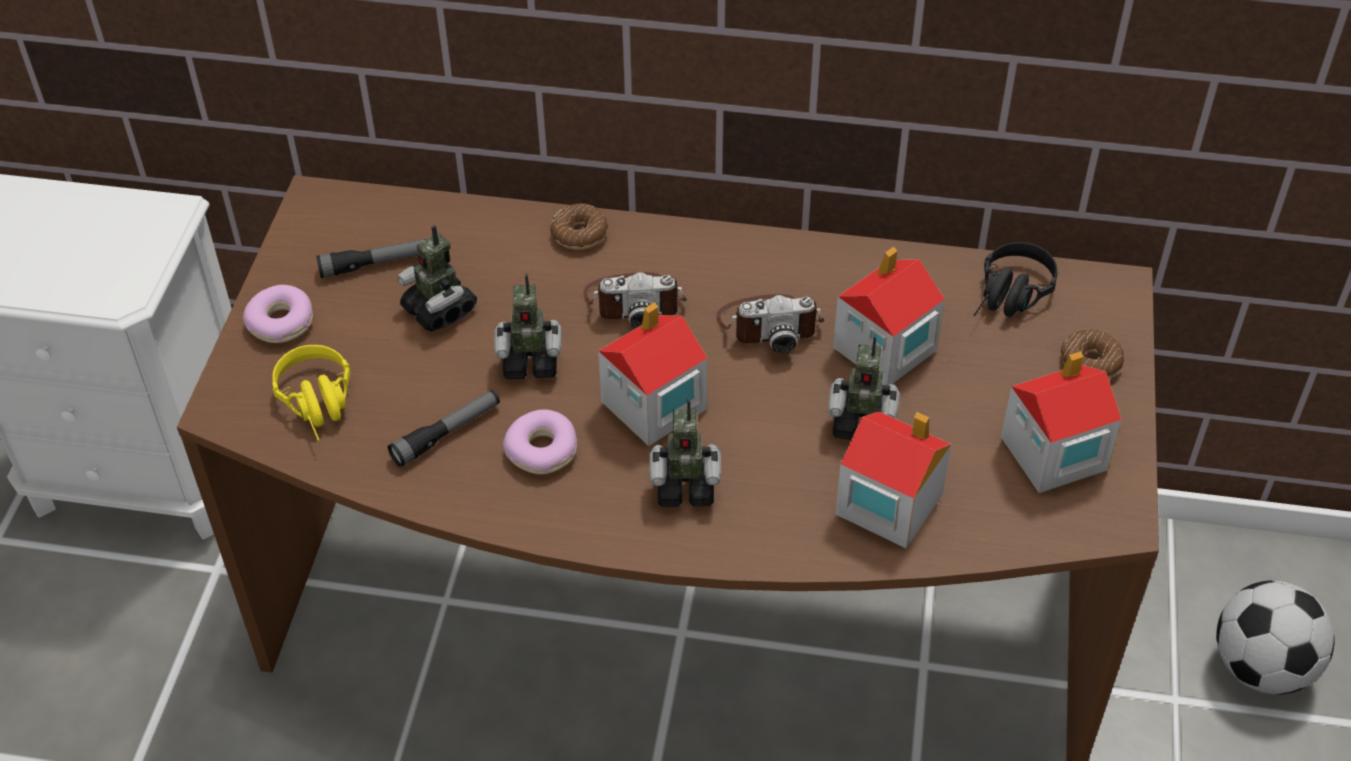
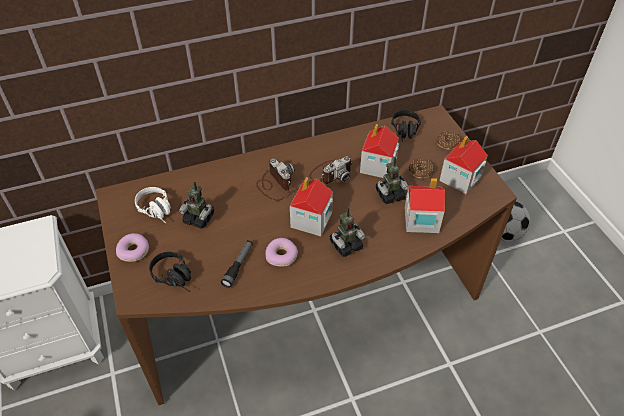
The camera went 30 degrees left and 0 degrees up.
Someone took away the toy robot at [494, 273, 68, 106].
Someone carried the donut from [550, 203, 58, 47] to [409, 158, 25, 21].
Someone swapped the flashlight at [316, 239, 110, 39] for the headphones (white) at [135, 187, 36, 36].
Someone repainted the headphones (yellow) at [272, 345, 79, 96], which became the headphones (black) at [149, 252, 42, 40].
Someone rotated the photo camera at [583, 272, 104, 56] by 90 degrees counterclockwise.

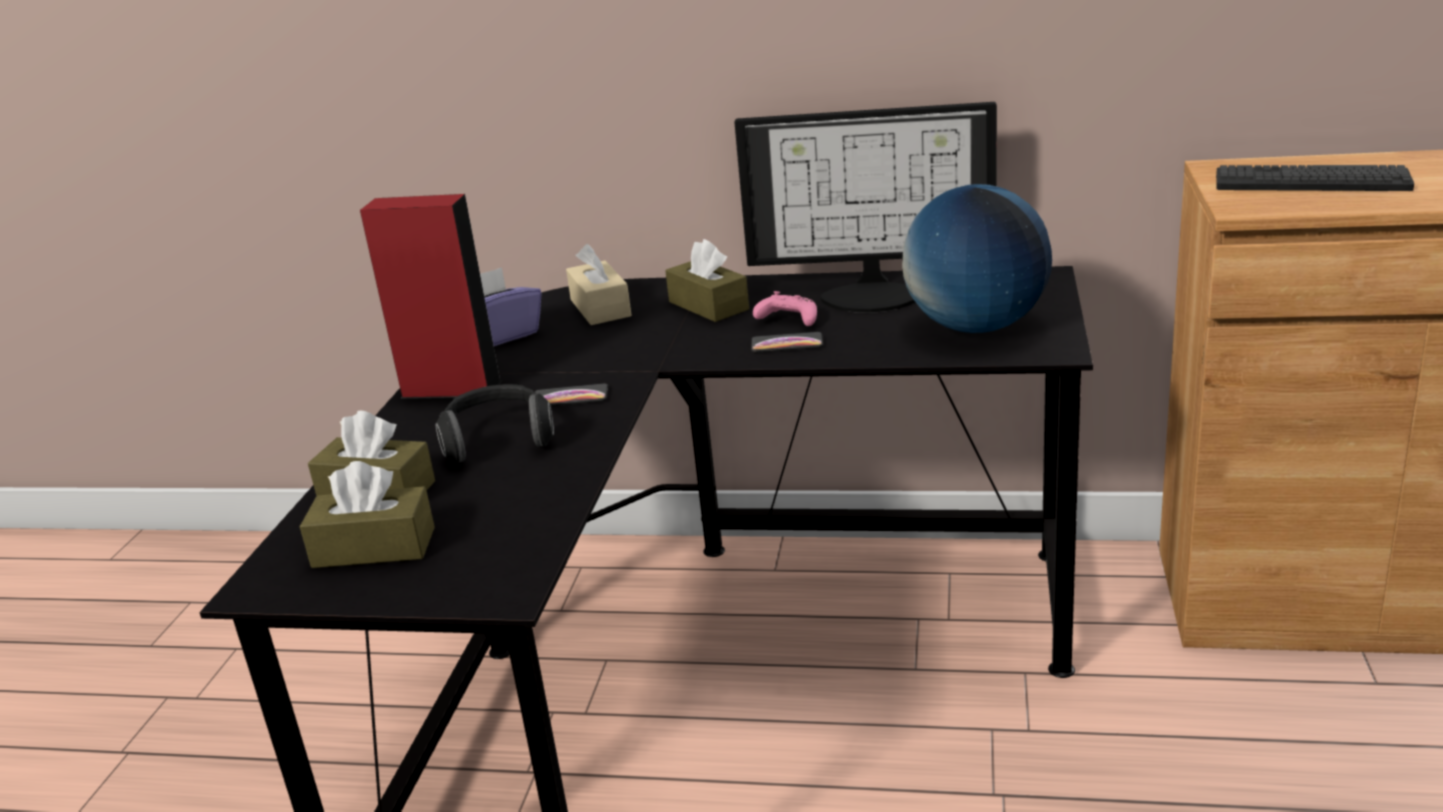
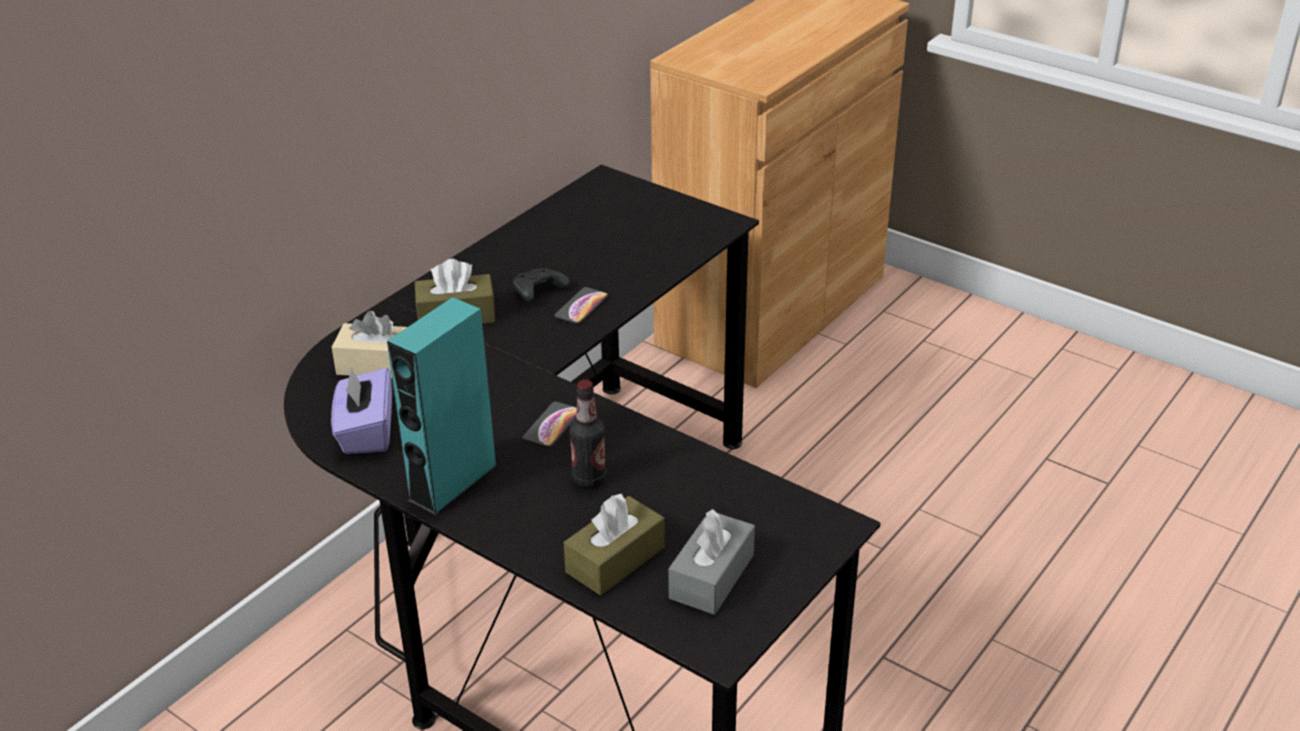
The camera went 65 degrees left and 10 degrees up.
Someone took away the monitor at [734, 102, 263, 211].
Someone took away the globe at [902, 184, 150, 149].
Someone took away the keyboard at [1216, 165, 198, 26].
Someone swapped the headphones at [435, 384, 119, 79] for the bottle at [569, 379, 37, 109].
Someone repainted the tissue box (brown) at [300, 461, 135, 107], which became the tissue box (grey) at [669, 509, 86, 106].
Someone repainted the speaker (red) at [360, 194, 142, 205], which became the speaker (turquoise) at [387, 297, 110, 218].
Someone repainted the game controller (pink) at [753, 291, 64, 35], which became the game controller (black) at [513, 268, 57, 34].

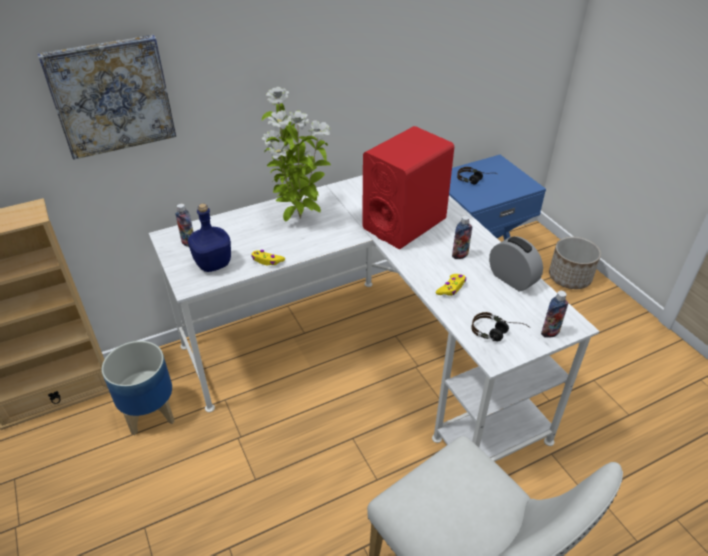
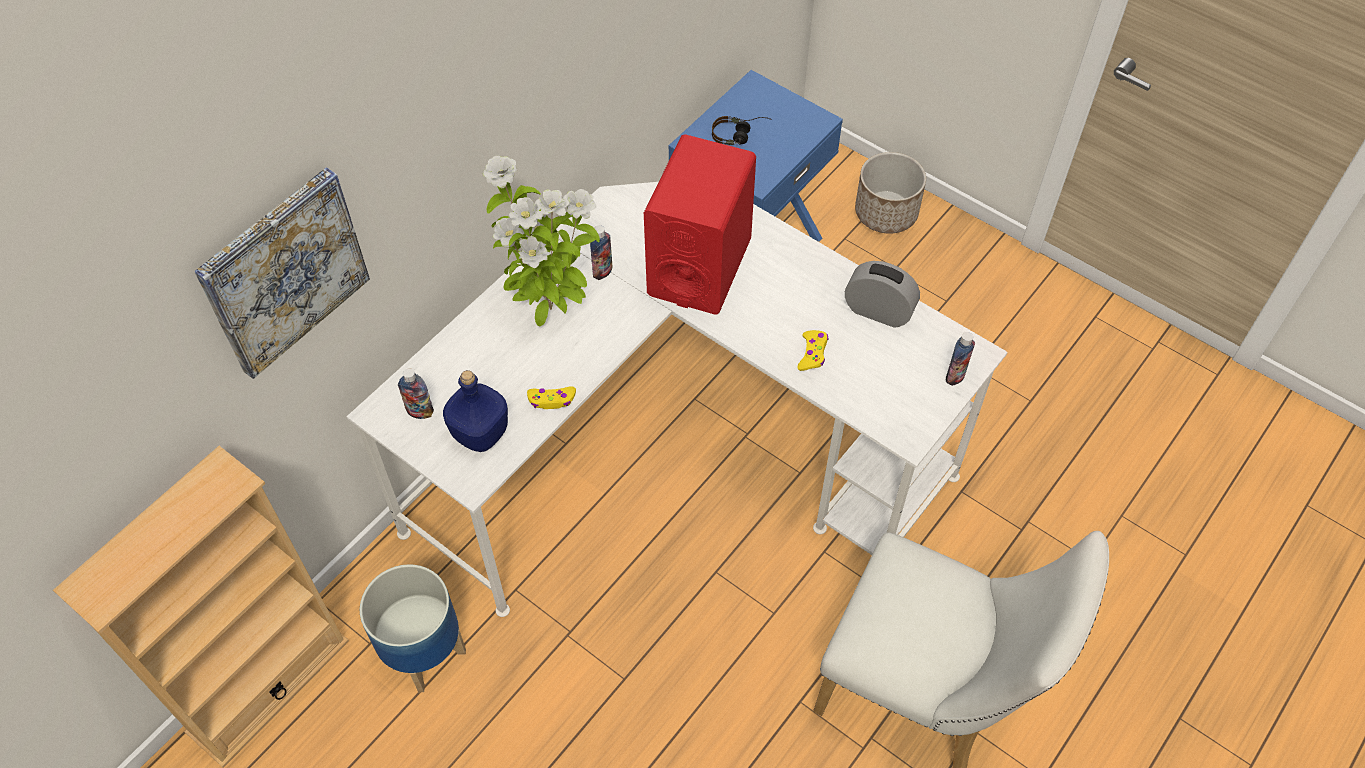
The camera went 25 degrees left and 15 degrees up.
Someone took away the headphones at [471, 312, 59, 29].
Someone carried the bottle from [452, 215, 20, 44] to [590, 225, 23, 55].

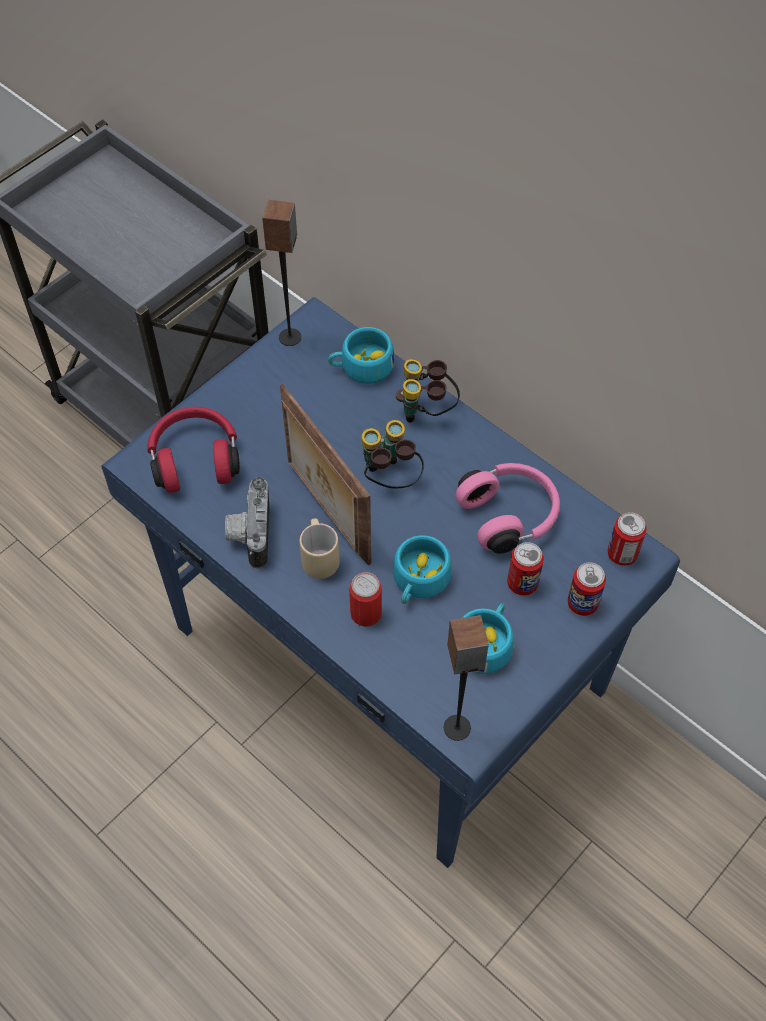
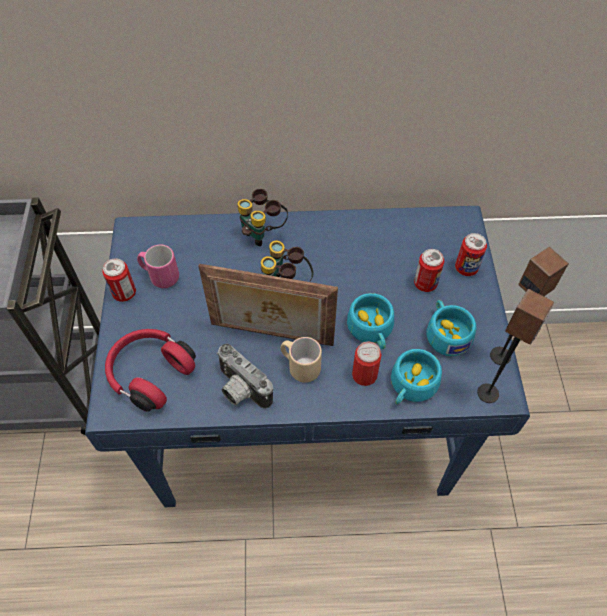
The camera went 45 degrees left and 0 degrees up.
Someone took away the headphones (pink) at [456, 463, 104, 91].
Someone put down the mug (pink) at [137, 245, 42, 43].
Someone carried the speaker from [262, 200, 39, 146] to [490, 247, 79, 118].
Someone carried the cup (turquoise) from [328, 327, 66, 57] to [391, 349, 51, 55].
Someone carried the can from [607, 512, 40, 54] to [102, 258, 34, 44].

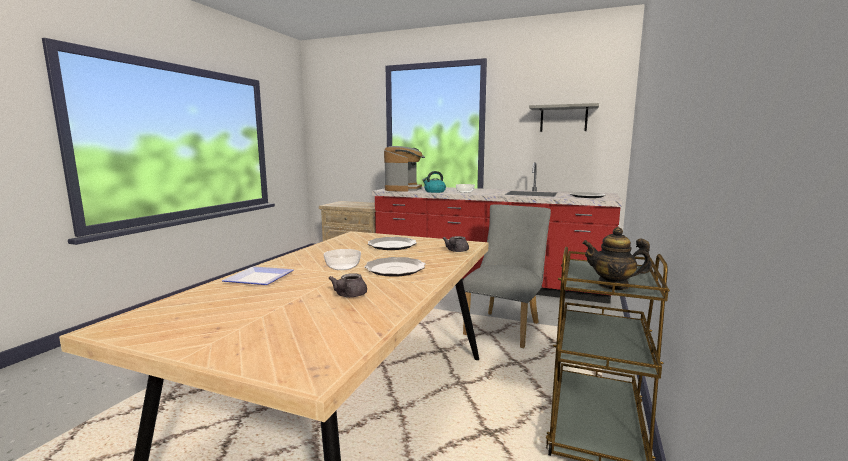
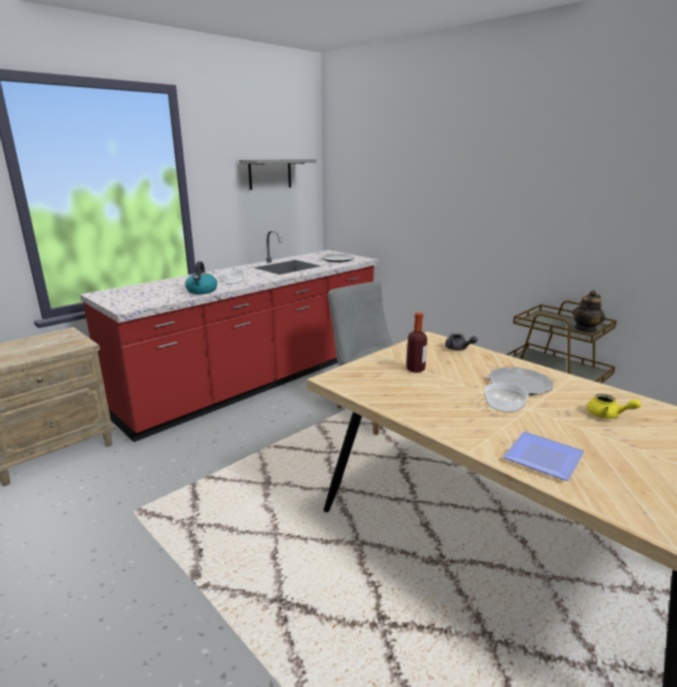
The camera went 65 degrees left and 10 degrees up.
Someone took away the coffee machine at [384, 146, 41, 46].
Someone swapped the plate at [368, 237, 49, 13] for the bottle at [406, 313, 21, 60].
Someone repainted the teapot (grey) at [328, 273, 39, 24], which became the teapot (yellow) at [587, 394, 54, 25].

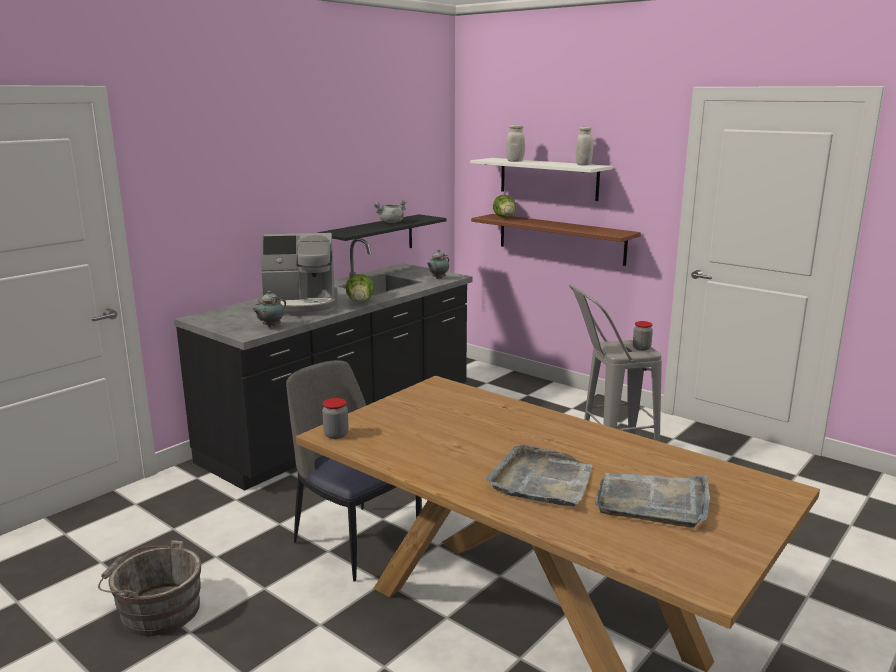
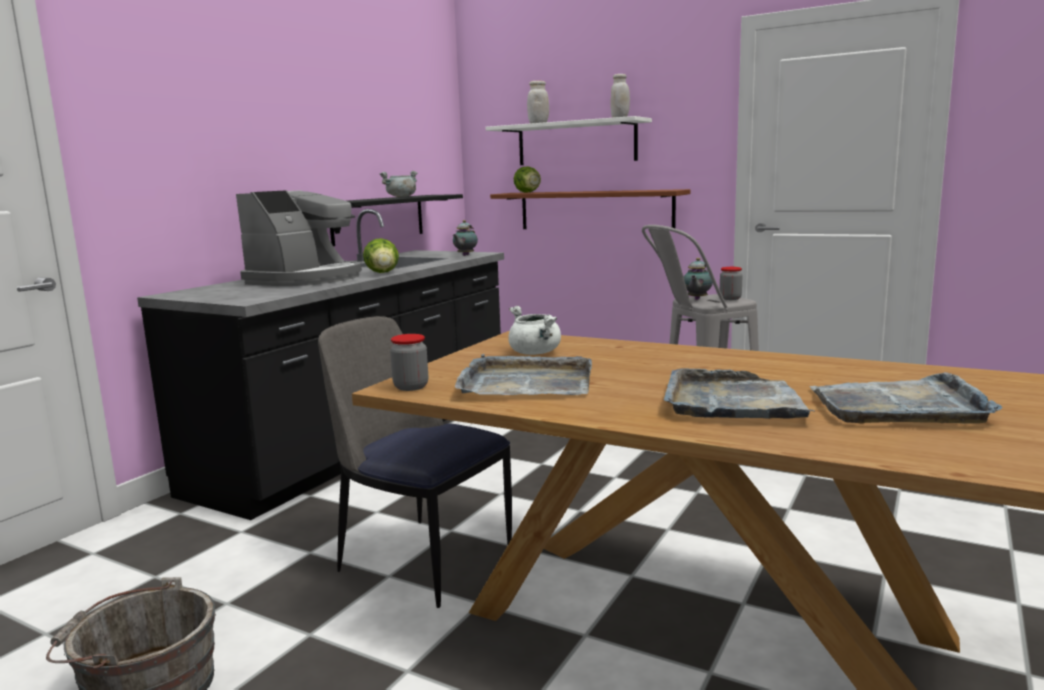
The camera went 10 degrees left and 5 degrees down.
Someone put down the tray (grey) at [455, 354, 137, 41].
Someone put down the cooking pot (white) at [508, 306, 53, 49].
Someone carried the teapot from [253, 291, 33, 37] to [684, 258, 29, 42].
Someone rotated the coffee machine at [258, 233, 79, 83] by 45 degrees counterclockwise.

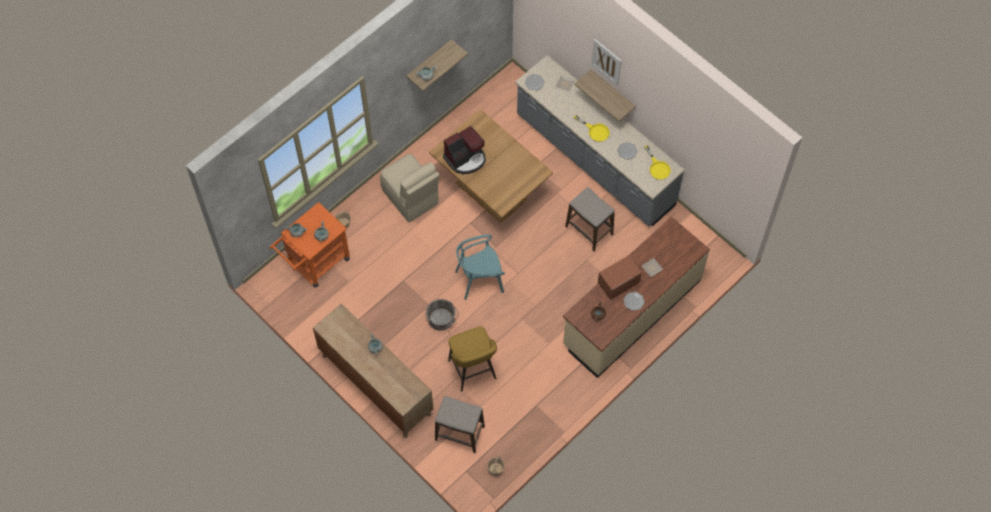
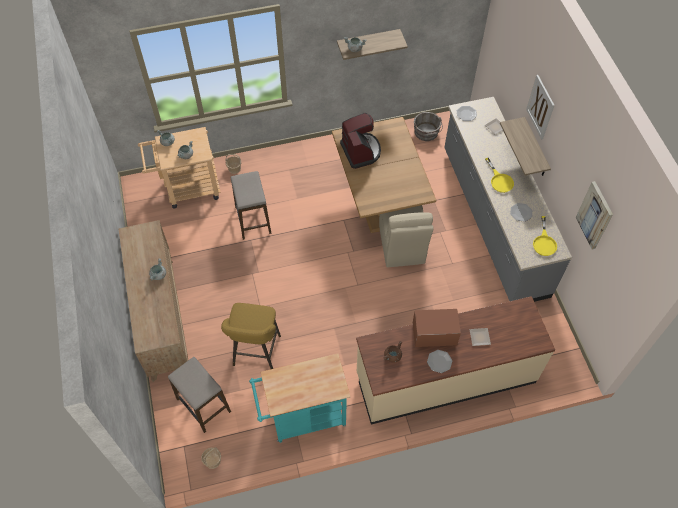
The camera went 30 degrees right and 5 degrees down.
Someone took away the chair (turquoise) at [455, 234, 50, 66].
Someone put down the cart (turquoise) at [249, 354, 102, 89].
Someone put up the picture at [575, 181, 38, 69].
Someone carried the chair (beige) from [380, 154, 60, 69] to [379, 205, 55, 62].
Someone carried the bucket (grey) from [426, 299, 32, 32] to [414, 112, 29, 29].
Someone carried the stool from [565, 187, 50, 65] to [231, 171, 40, 69].
Someone repainted the cart (orange) at [270, 202, 80, 86], which became the cart (beige) at [138, 127, 83, 82].
Someone rotated the coffee machine at [443, 126, 43, 48] by 105 degrees counterclockwise.

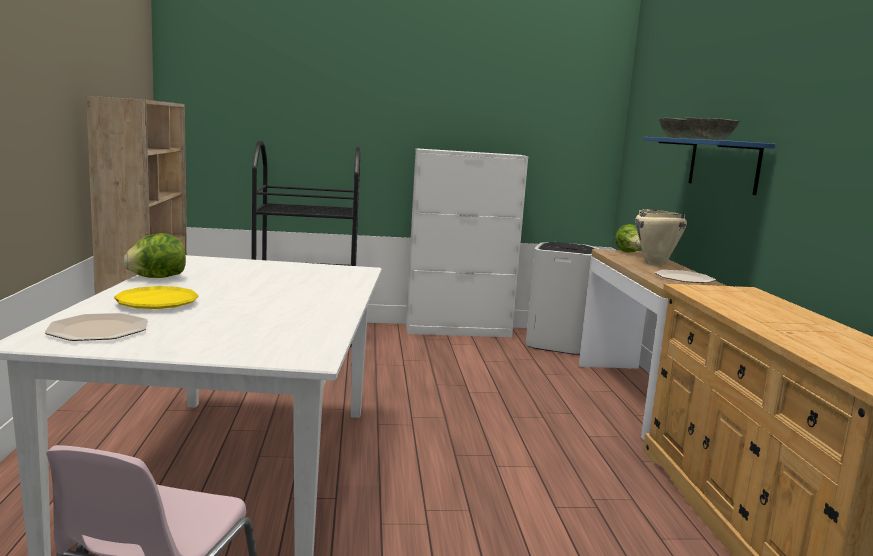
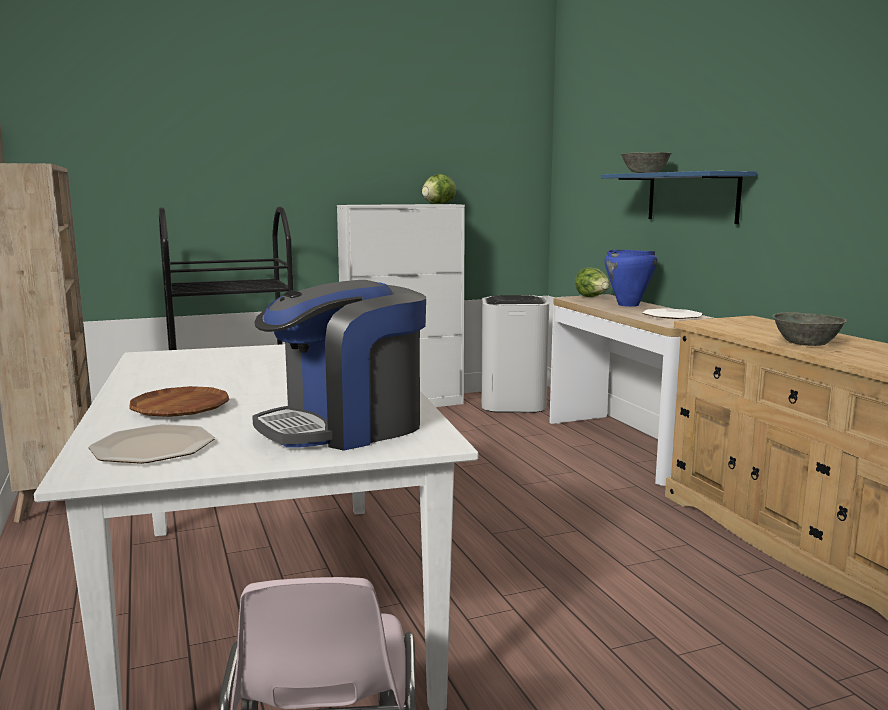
The camera went 15 degrees left and 0 degrees up.
Someone put down the coffee machine at [252, 280, 174, 171].
Someone carried the lettuce from [124, 233, 62, 45] to [422, 174, 34, 30].
Someone carried the bowl (grey) from [686, 118, 54, 22] to [773, 312, 74, 34].
Someone repainted the plate (yellow) at [114, 286, 85, 23], which became the plate (brown) at [129, 386, 100, 31].
Someone repainted the cooking pot (beige) at [635, 209, 52, 57], which became the cooking pot (blue) at [604, 249, 53, 58].

